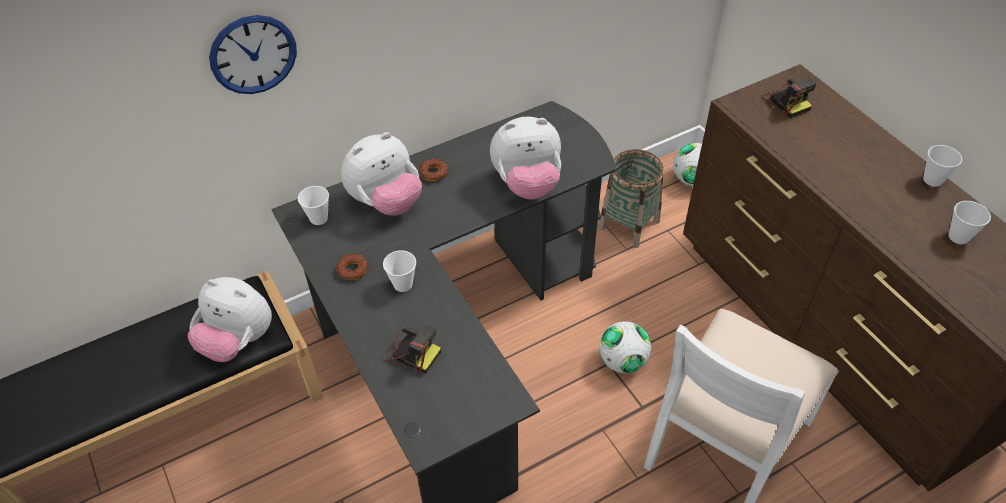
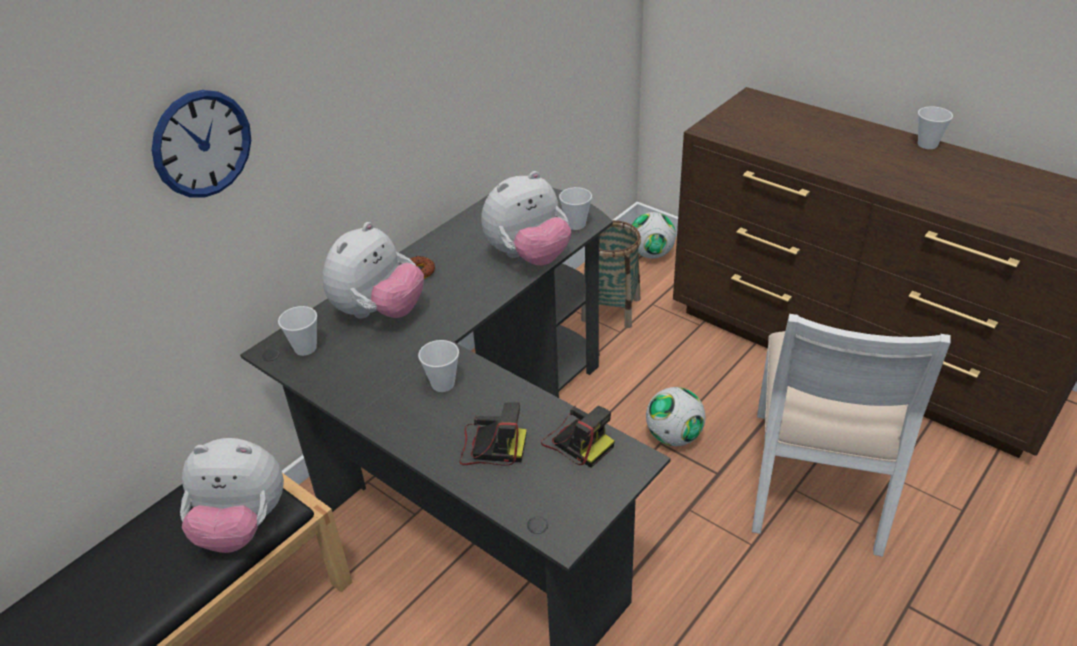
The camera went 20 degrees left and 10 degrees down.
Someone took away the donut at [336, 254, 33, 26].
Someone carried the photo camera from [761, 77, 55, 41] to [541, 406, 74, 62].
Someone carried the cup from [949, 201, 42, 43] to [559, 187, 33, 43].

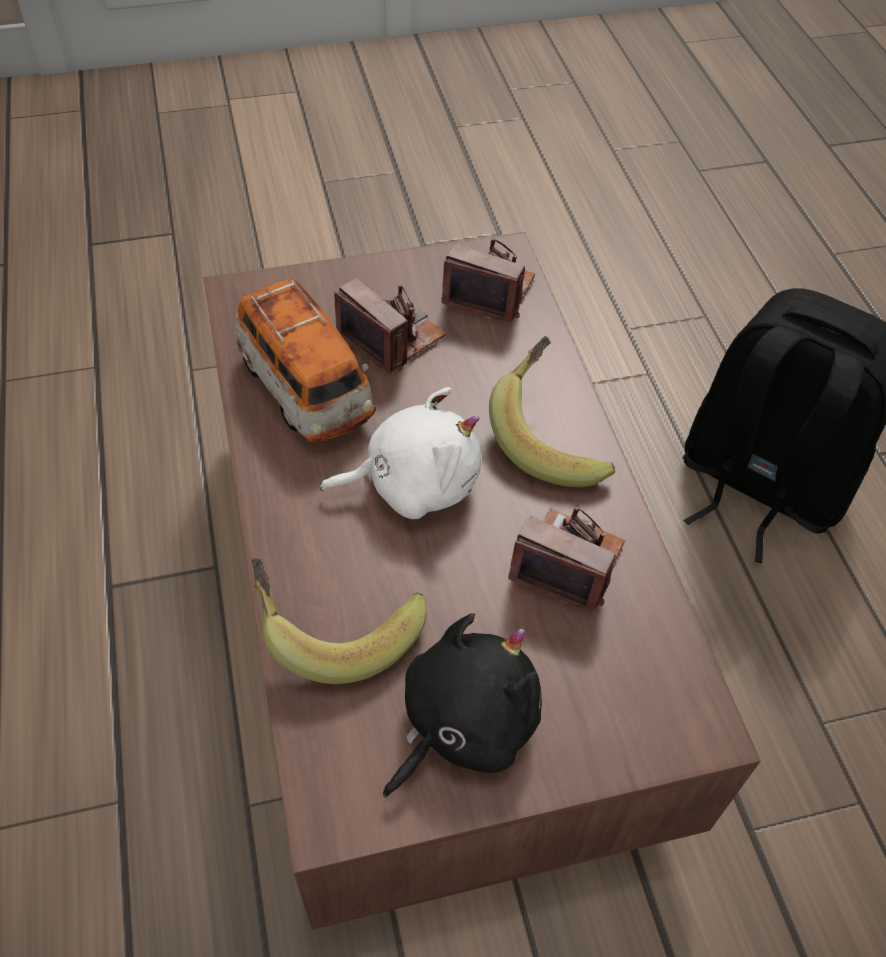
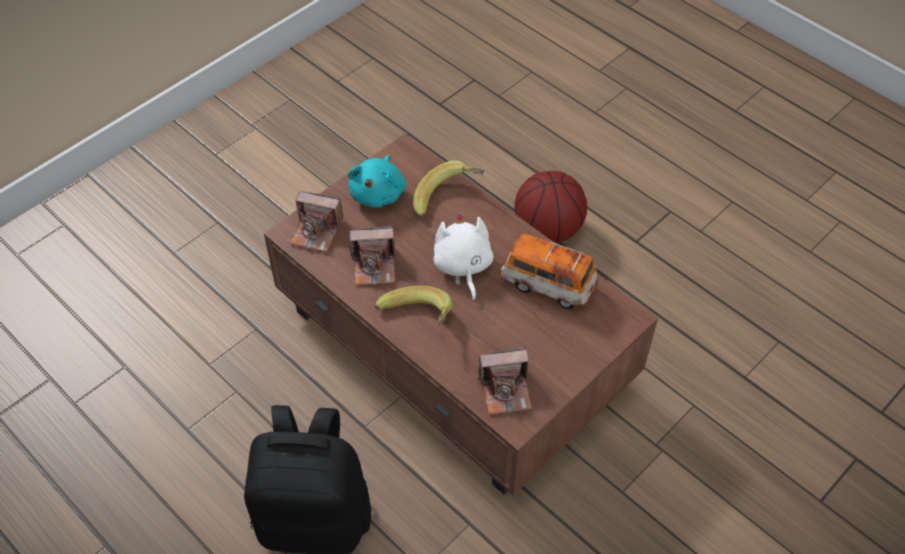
The camera went 150 degrees right and 0 degrees up.
Someone put down the basketball at [514, 171, 73, 72].
Someone carried the photo camera from [334, 278, 112, 95] to [290, 191, 54, 61].
Someone repainted the plush toy (black) at [383, 613, 159, 185], which became the plush toy (turquoise) at [348, 155, 58, 52].
Someone rotated the plush toy (white) at [320, 387, 161, 132] by 120 degrees clockwise.

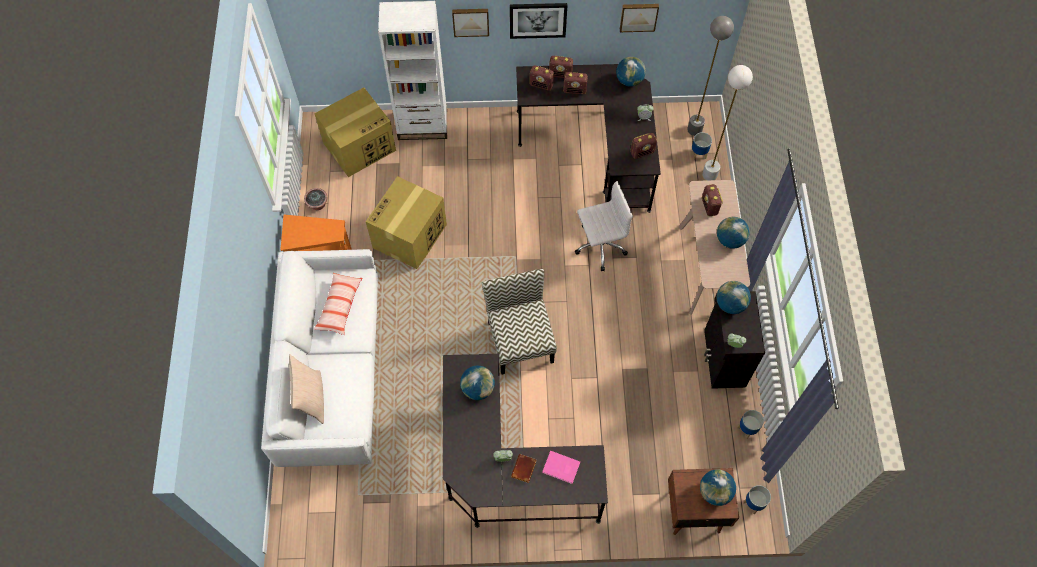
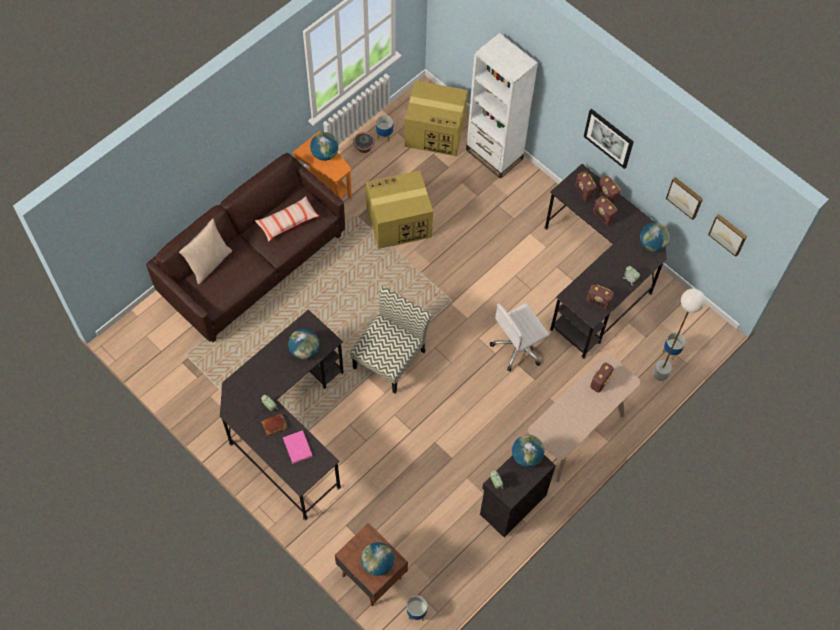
The camera went 45 degrees right and 0 degrees up.
Someone took away the floor lamp (grey) at [687, 16, 47, 120].
Someone carried the picture from [452, 9, 37, 28] to [708, 214, 39, 43].
Someone carried the globe from [717, 217, 33, 32] to [310, 132, 28, 29].
Someone carried the planter from [737, 410, 27, 29] to [376, 115, 17, 26].
Someone repainted the sofa (white) at [261, 249, 118, 218], which became the sofa (brown) at [146, 153, 199, 189].
Someone rotated the office chair (white) at [575, 181, 58, 90] by 120 degrees clockwise.

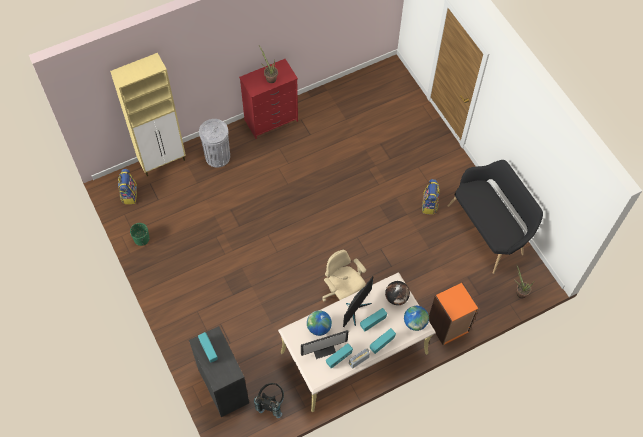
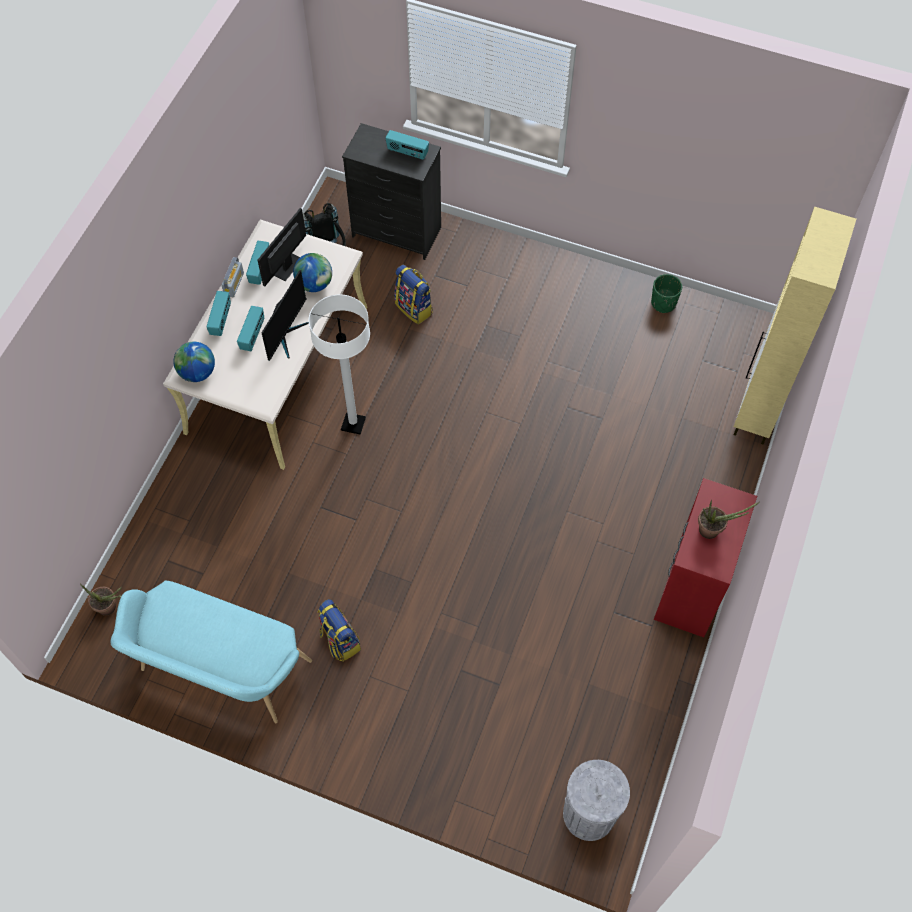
The camera went 140 degrees right and 0 degrees up.
Someone took away the globe at [385, 281, 25, 24].
Someone took away the bookcase (orange) at [429, 282, 50, 63].
Someone carried the backpack from [118, 169, 19, 35] to [394, 265, 39, 59].
Someone carried the trash can (grey) from [199, 119, 31, 49] to [563, 760, 67, 81].
Someone swapped the office chair (beige) at [322, 250, 44, 52] for the floor lamp (white) at [309, 295, 61, 140].
Someone repainted the bench (black) at [448, 160, 95, 114], which became the bench (turquoise) at [110, 580, 202, 143].
Someone rotated the monitor at [343, 276, 31, 51] by 150 degrees counterclockwise.

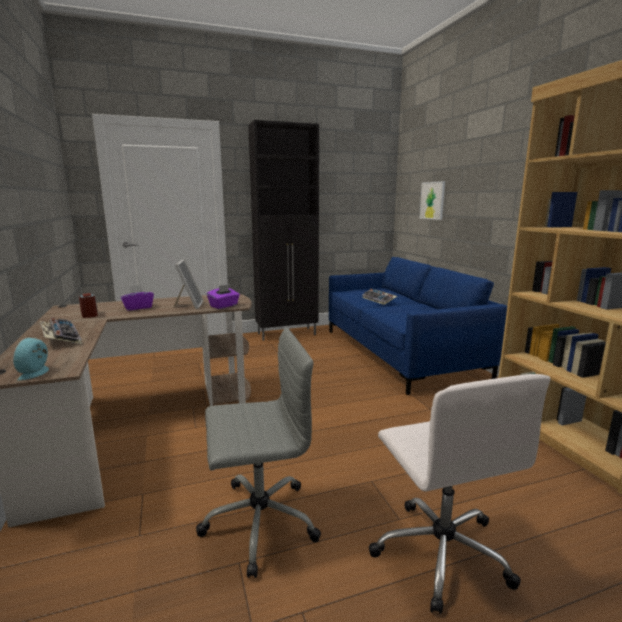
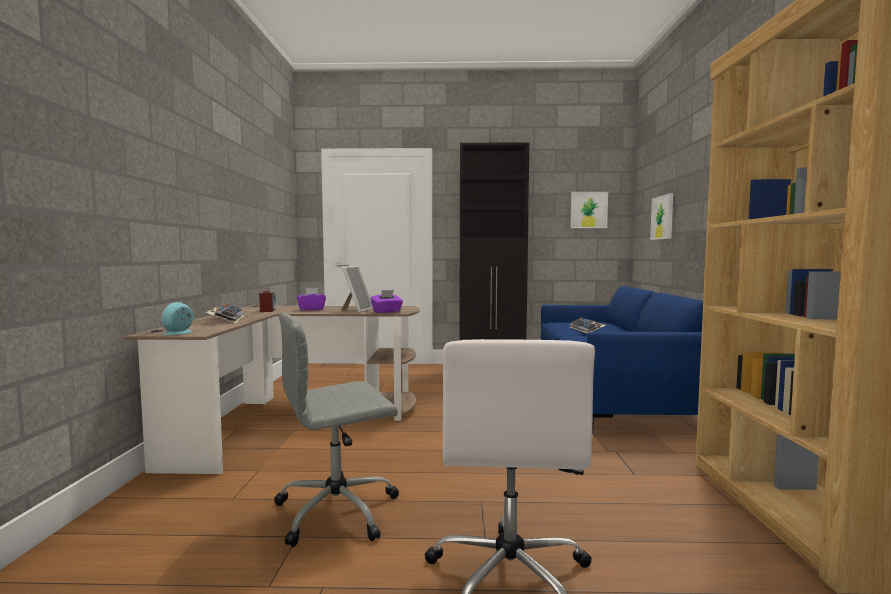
The camera went 20 degrees right and 10 degrees down.
Someone put up the picture at [570, 192, 38, 36].
Someone rotated the office chair (grey) at [196, 328, 125, 250] by 150 degrees clockwise.

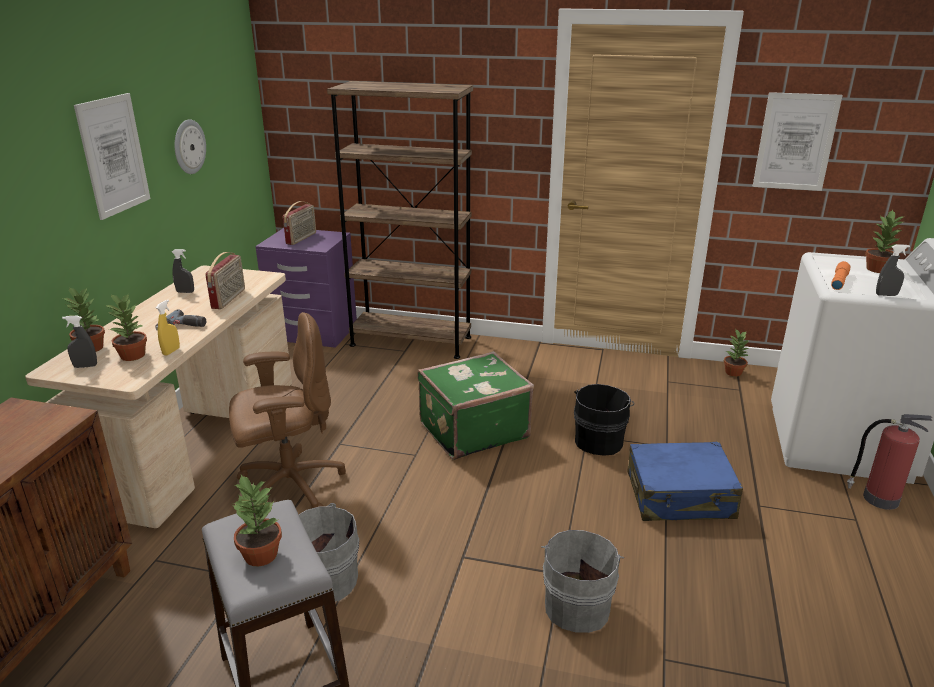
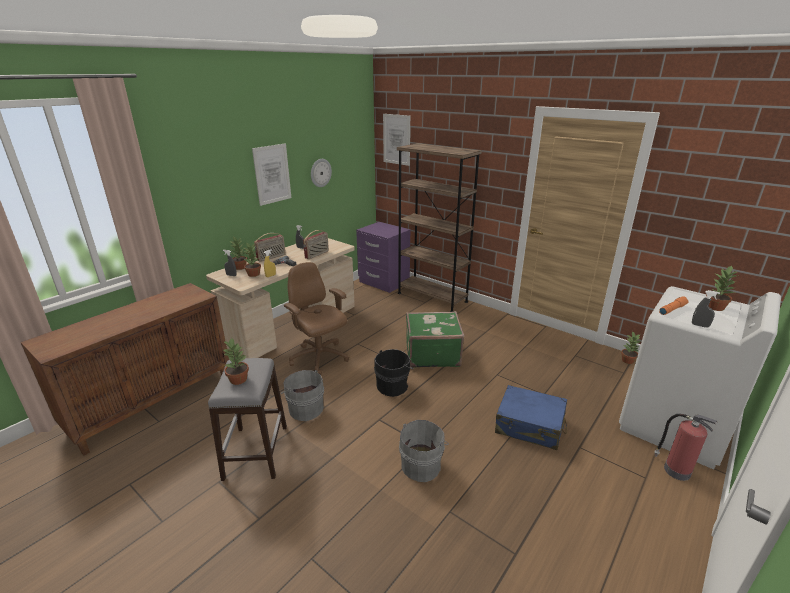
The camera went 25 degrees right and 0 degrees up.
Someone carried the radio from [283, 201, 33, 44] to [254, 233, 32, 29].
Someone carried the bucket (black) from [574, 384, 61, 72] to [374, 349, 40, 48].
Someone carried the picture from [753, 92, 90, 99] to [383, 114, 27, 52].
Someone rotated the office chair (brown) at [229, 312, 117, 196] by 135 degrees counterclockwise.

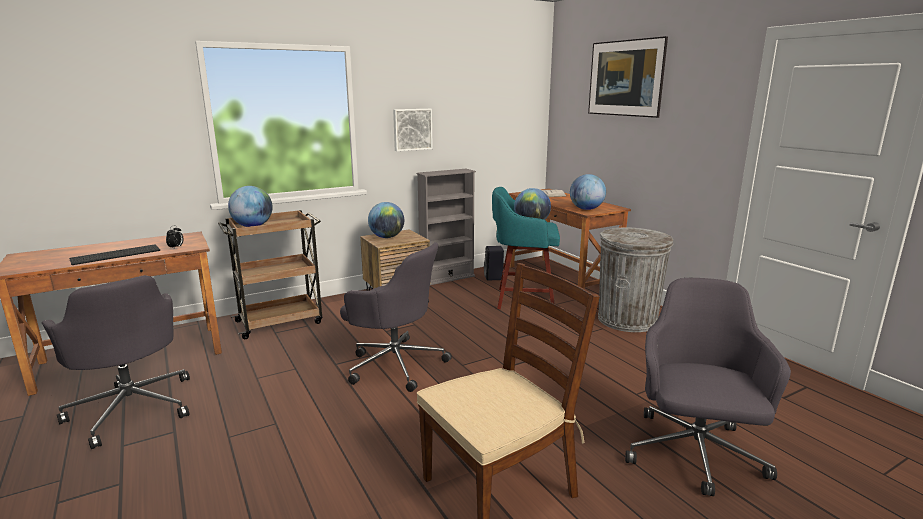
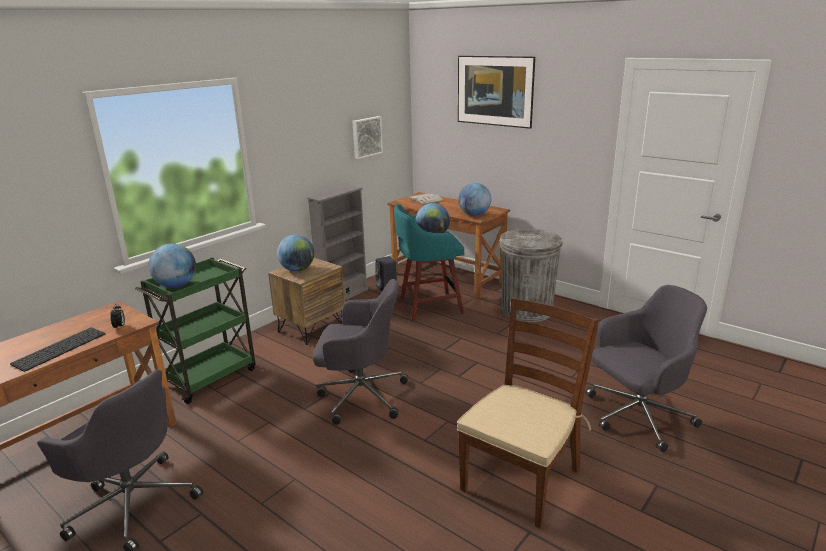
The camera went 20 degrees left and 5 degrees up.
Someone carried the picture from [393, 109, 40, 42] to [353, 116, 30, 43].
Someone repainted the cart (brown) at [218, 210, 105, 129], which became the cart (green) at [135, 258, 120, 146].
Someone rotated the office chair (grey) at [625, 278, 166, 218] by 75 degrees clockwise.

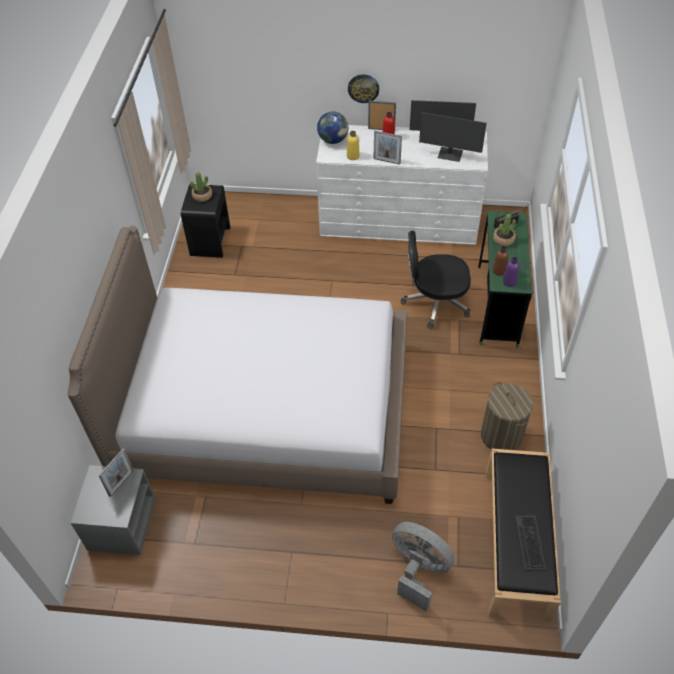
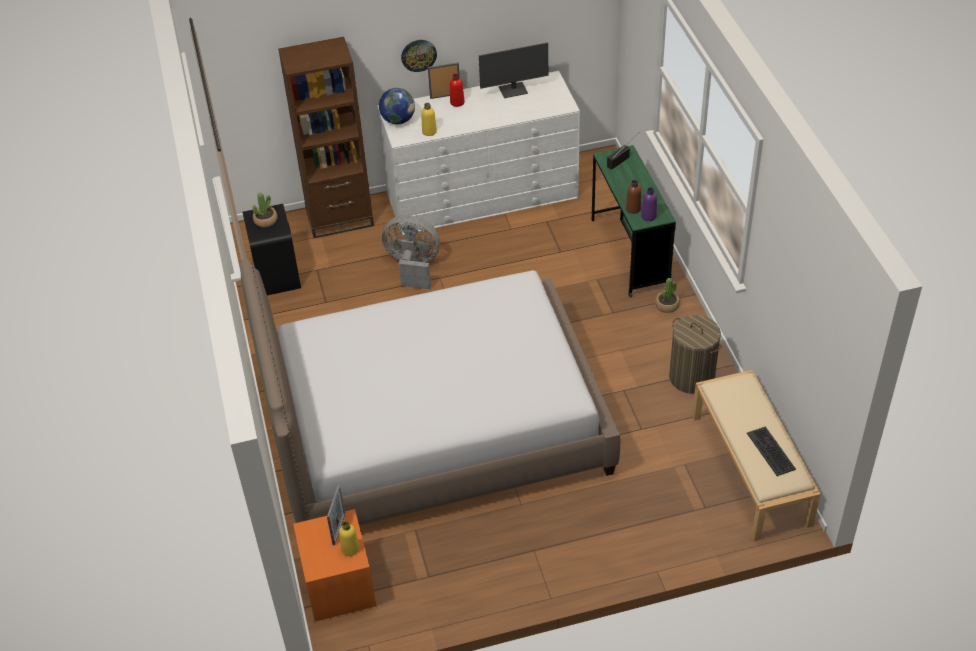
The camera went 20 degrees left and 5 degrees down.
Someone took away the picture frame at [373, 130, 29, 35].
Someone took away the office chair (black) at [401, 231, 70, 98].
Someone took away the monitor at [419, 112, 68, 50].
Someone put down the bookcase (brown) at [278, 37, 96, 201].
Someone put down the bottle (yellow) at [339, 521, 20, 35].
Someone carried the fan (grey) from [392, 522, 63, 90] to [382, 215, 58, 74].
Someone carried the potted plant from [493, 214, 23, 32] to [655, 278, 25, 35].
Someone repainted the nightstand (grey) at [71, 465, 84, 90], which became the nightstand (orange) at [293, 509, 83, 112].
Someone repainted the bench (black) at [486, 449, 75, 173], which became the bench (beige) at [692, 370, 129, 171].

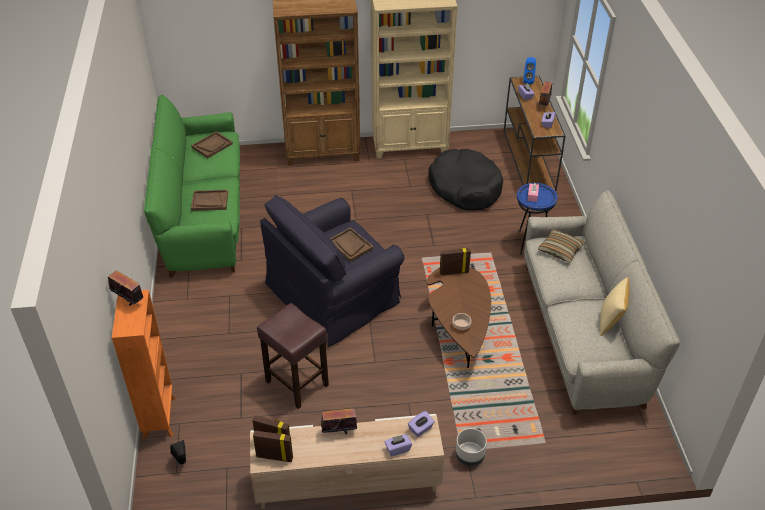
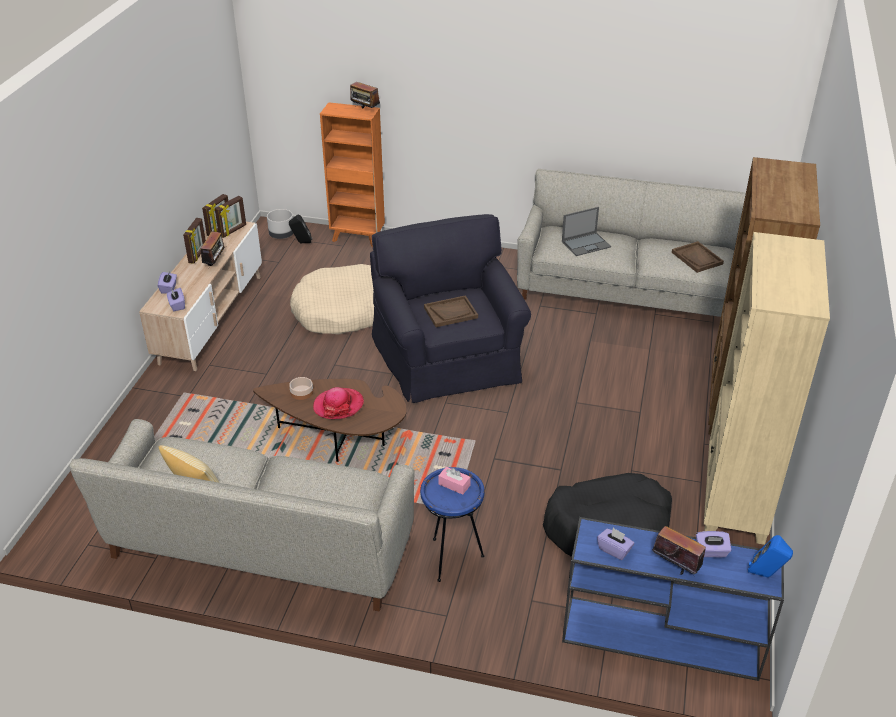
The camera went 110 degrees right and 5 degrees down.
Someone took away the pillow at [538, 229, 47, 34].
Someone put down the hat at [313, 387, 51, 32].
Someone carried the picture frame from [440, 248, 31, 27] to [183, 218, 23, 46].
Someone carried the planter (grey) from [455, 428, 32, 38] to [267, 209, 27, 30].
Someone swapped the tray (brown) at [191, 190, 37, 21] for the laptop at [562, 207, 49, 49].
Someone swapped the stool (brown) at [257, 303, 72, 106] for the dog bed (beige) at [290, 264, 84, 71].
Someone repainted the sofa (green) at [144, 95, 96, 183], which became the sofa (grey) at [517, 169, 229, 148].
Someone repainted the console table (brown) at [504, 76, 62, 115], which became the console table (blue) at [562, 517, 222, 164].
Someone rotated the radio at [108, 271, 35, 35] by 75 degrees clockwise.

